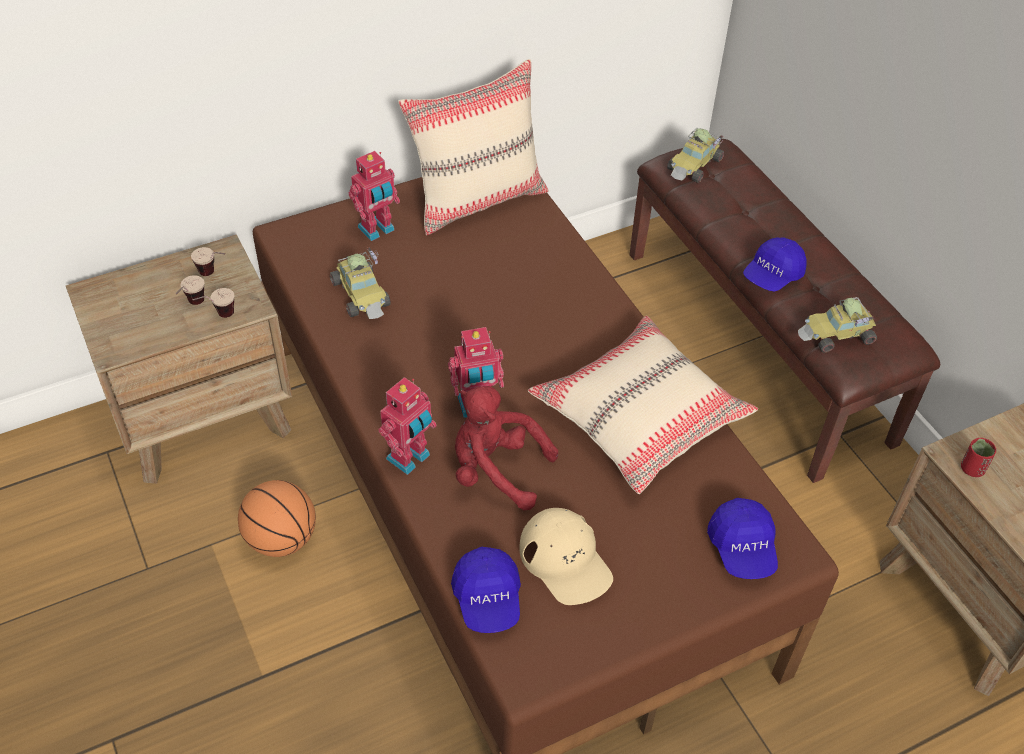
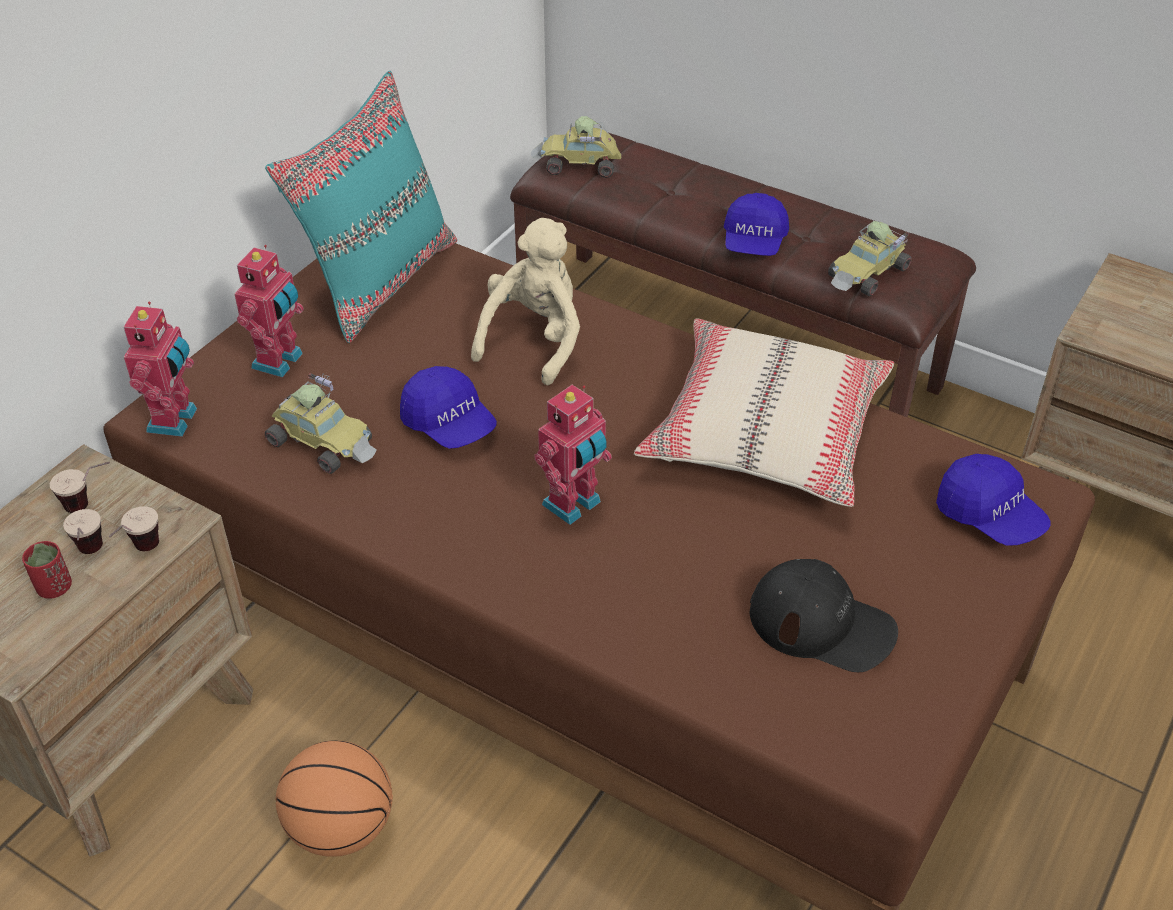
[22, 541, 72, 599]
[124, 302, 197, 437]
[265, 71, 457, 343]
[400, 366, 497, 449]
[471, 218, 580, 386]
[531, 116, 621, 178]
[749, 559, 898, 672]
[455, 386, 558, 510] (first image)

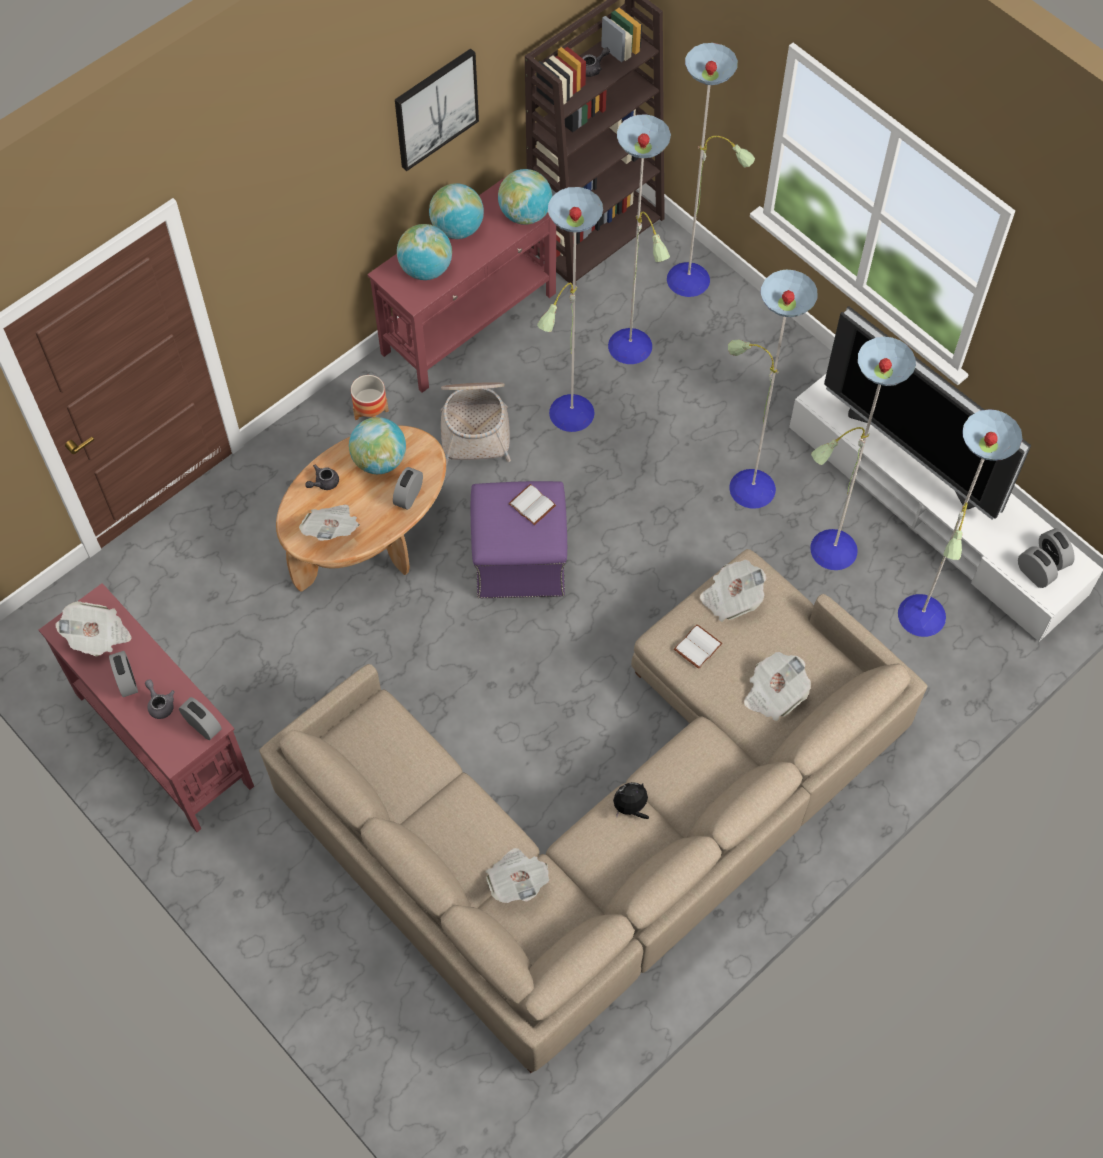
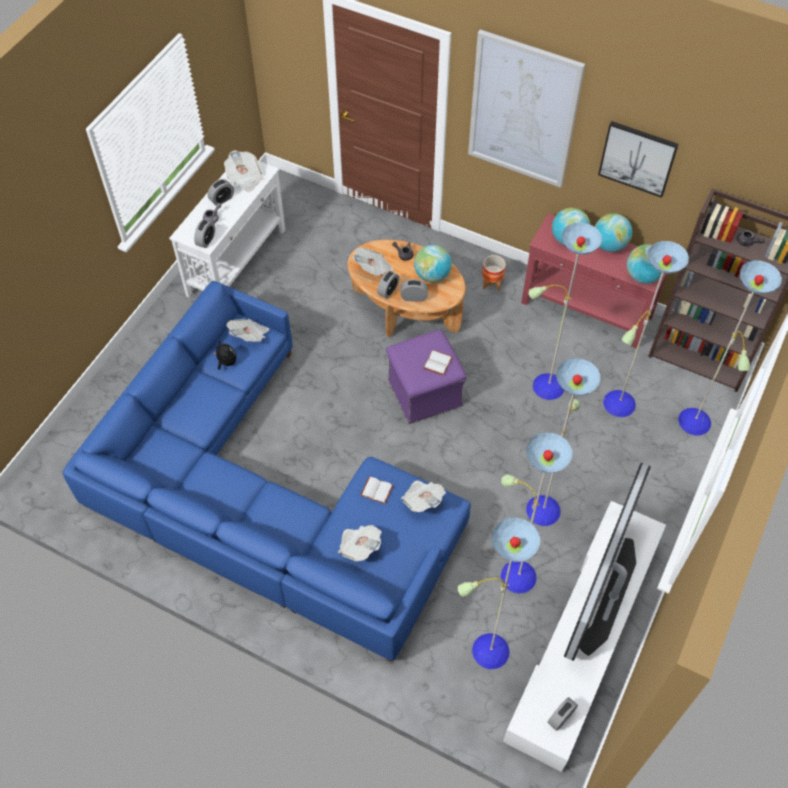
[63, 281, 471, 662]
[169, 160, 285, 297]
[213, 341, 236, 370]
[226, 319, 270, 342]
[377, 271, 399, 299]
[468, 29, 585, 188]
[441, 382, 511, 465] (first image)

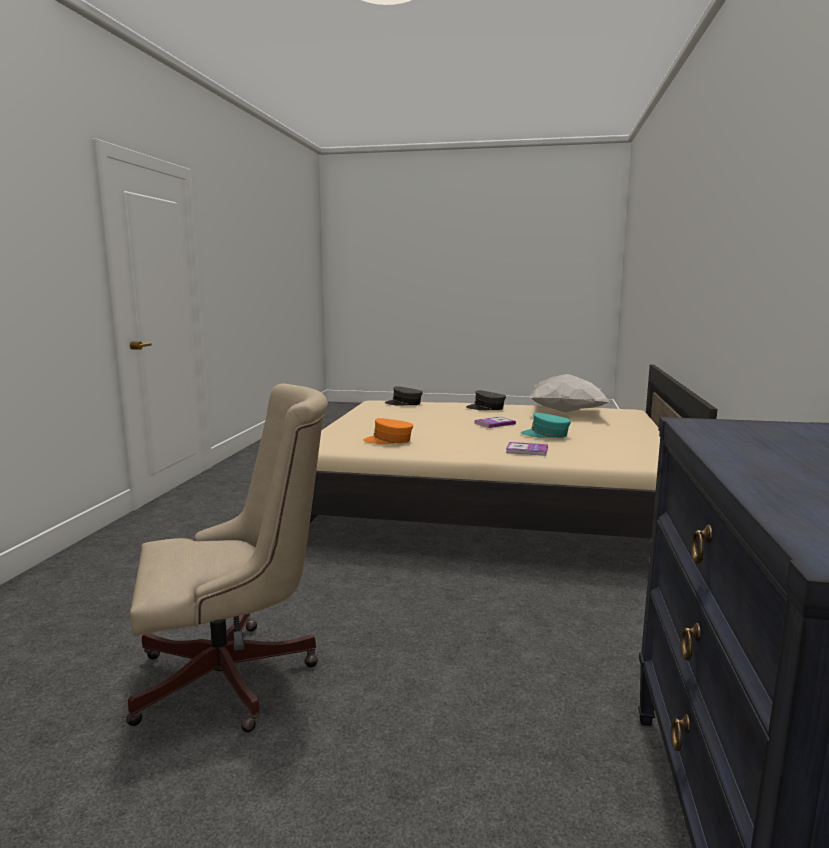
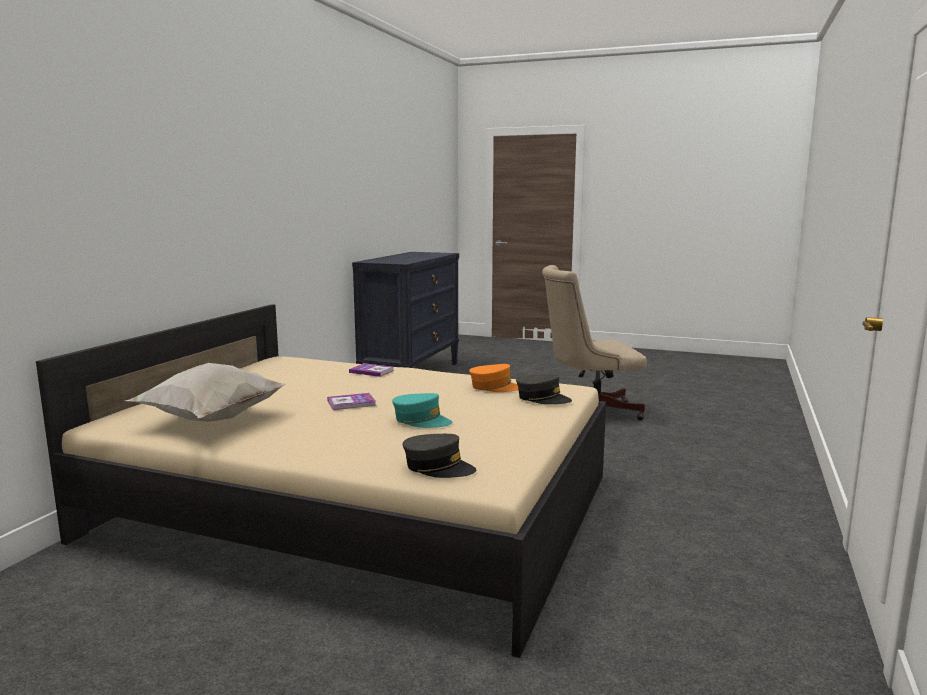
[392, 393, 452, 428]
[516, 374, 572, 404]

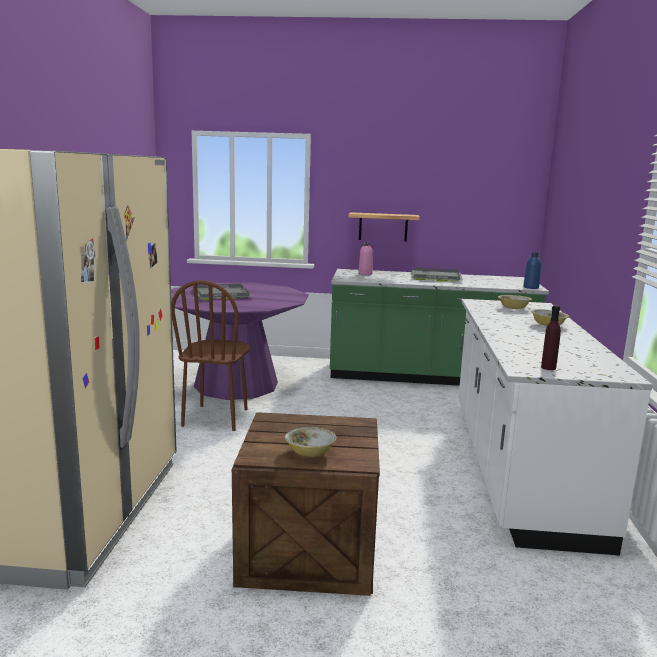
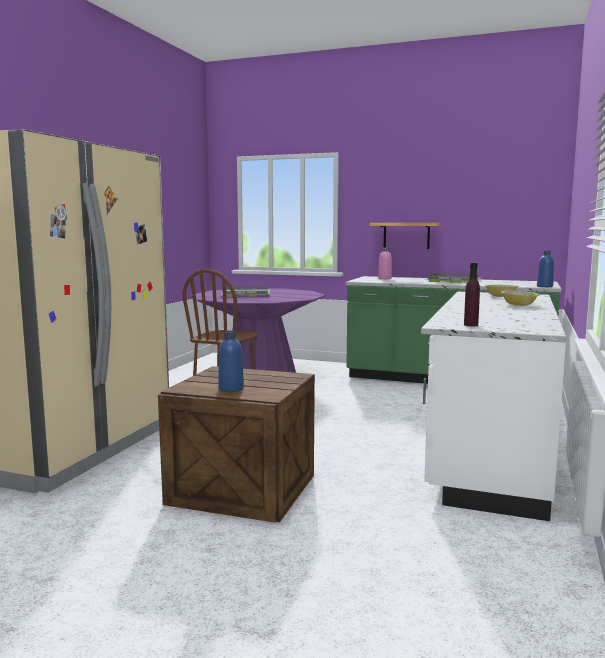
[218, 331, 244, 392]

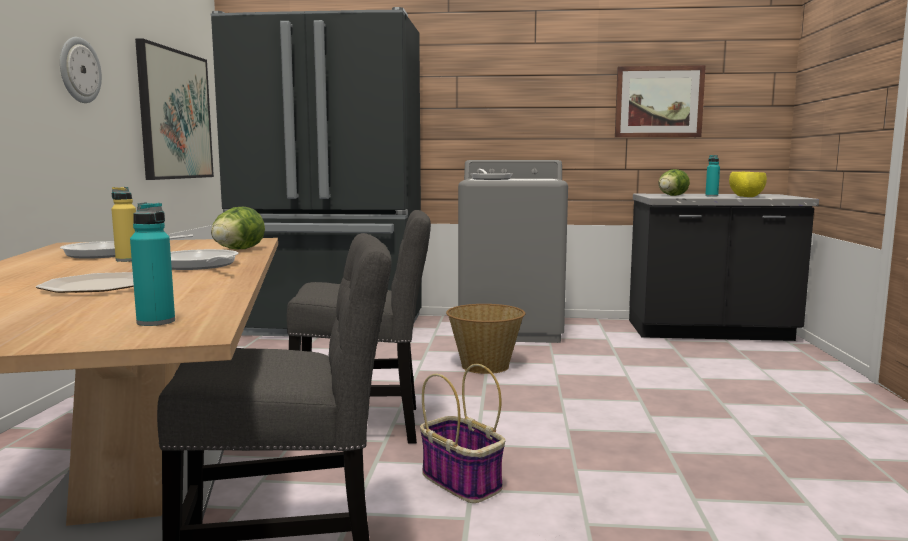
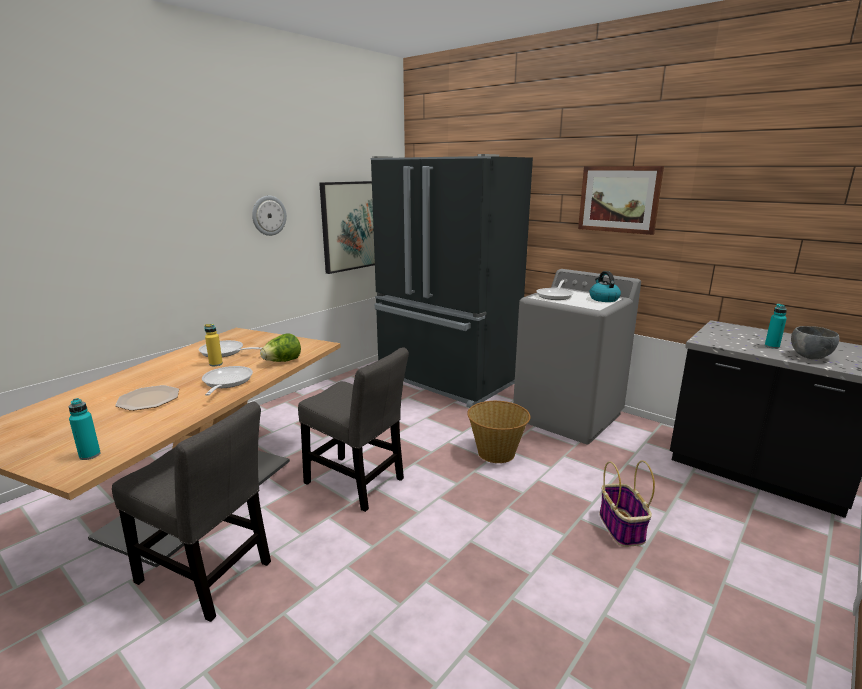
[578, 166, 664, 235]
[589, 271, 621, 302]
[600, 461, 655, 547]
[791, 326, 839, 359]
[658, 169, 690, 196] (first image)

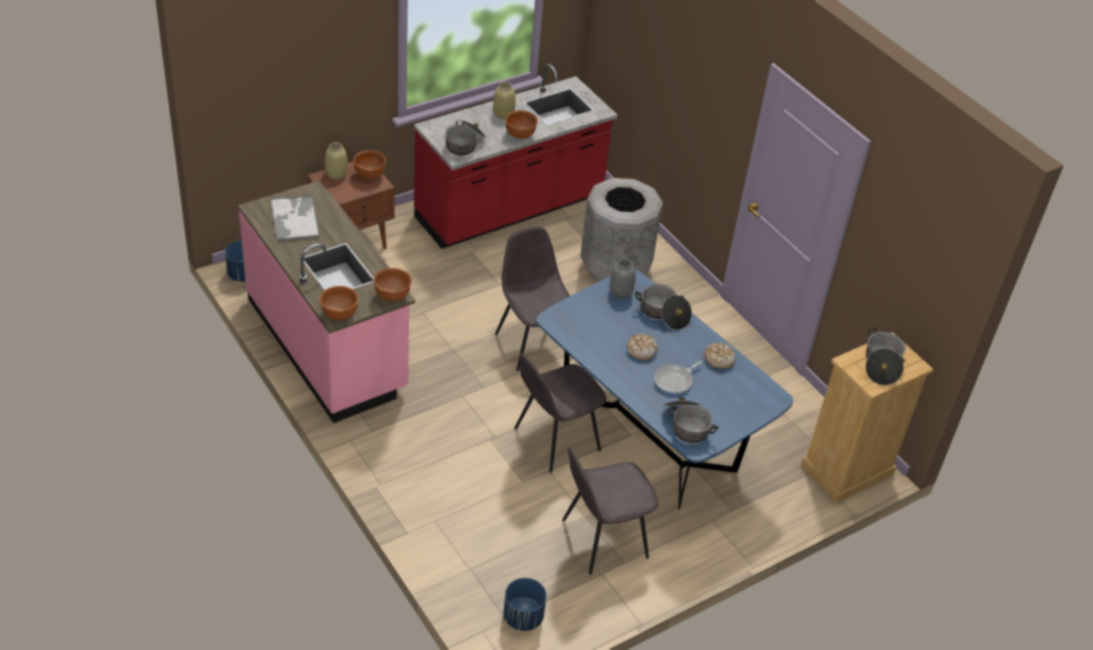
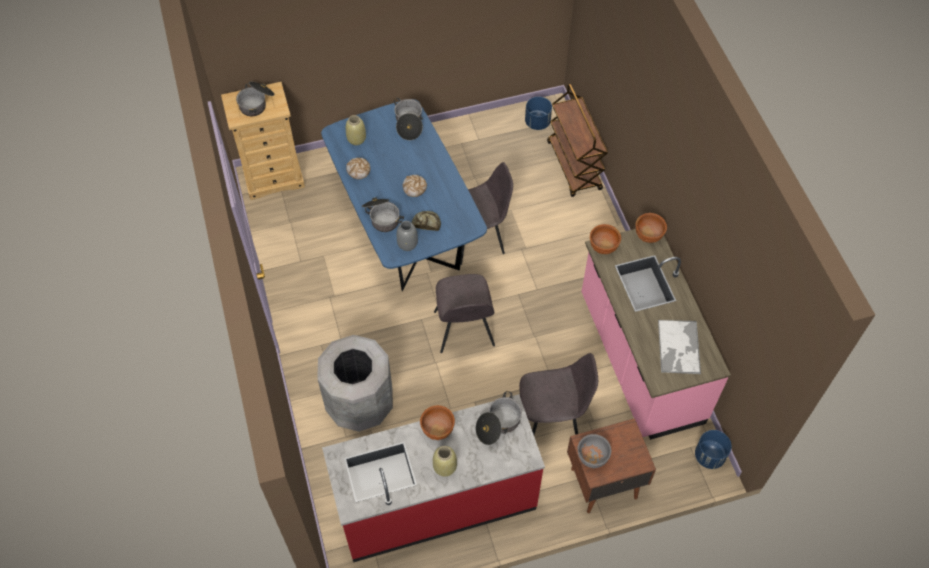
[346, 115, 366, 145]
[412, 211, 441, 231]
[519, 353, 598, 435]
[547, 84, 608, 197]
[578, 434, 611, 468]
[654, 361, 702, 394] (first image)

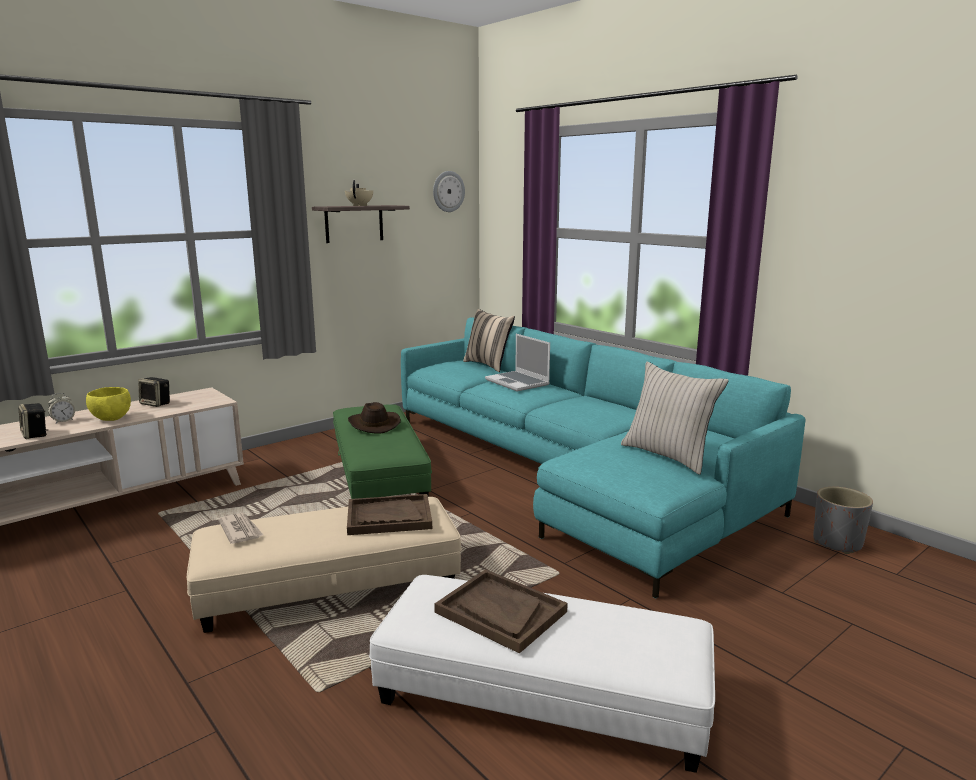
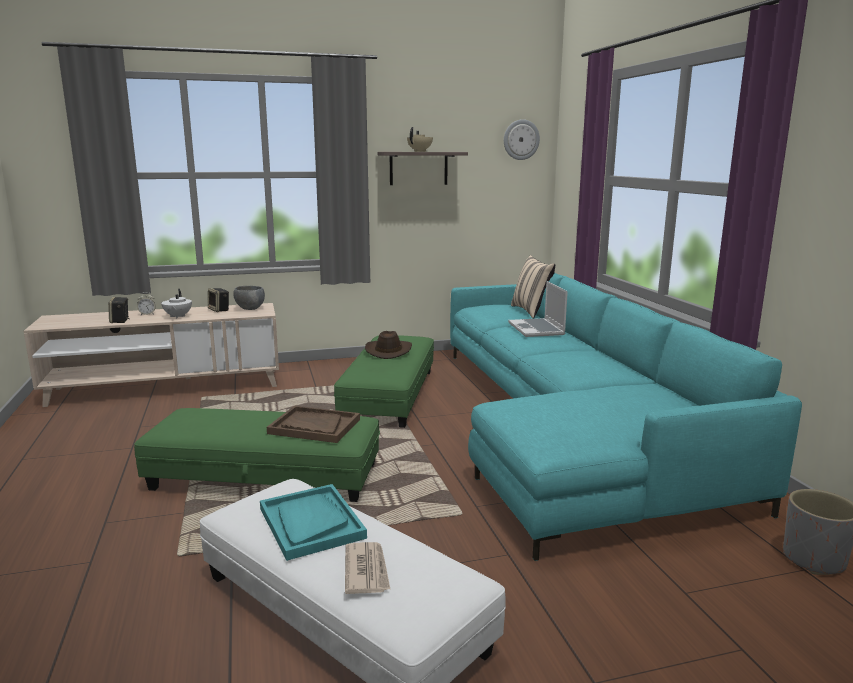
[134, 408, 380, 502]
[161, 289, 192, 319]
[233, 286, 265, 310]
[260, 484, 367, 561]
[345, 542, 390, 594]
[621, 362, 729, 474] (first image)

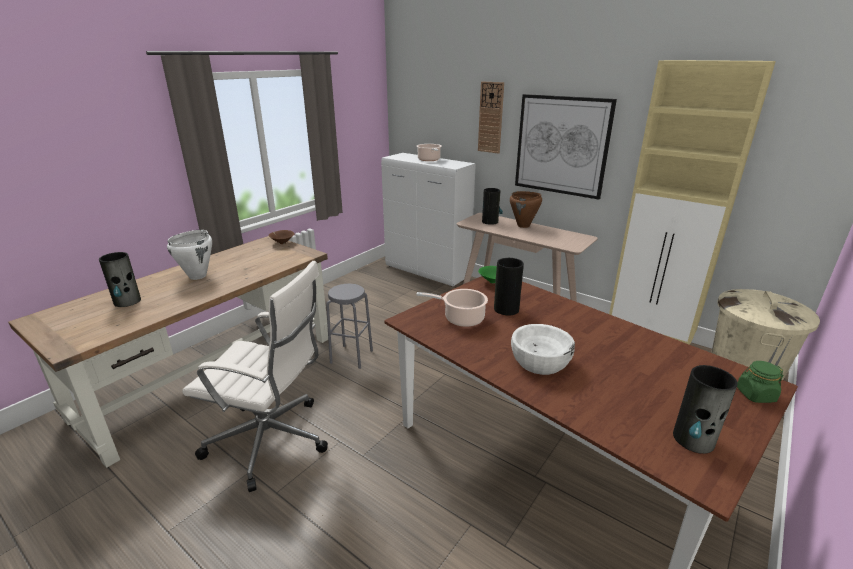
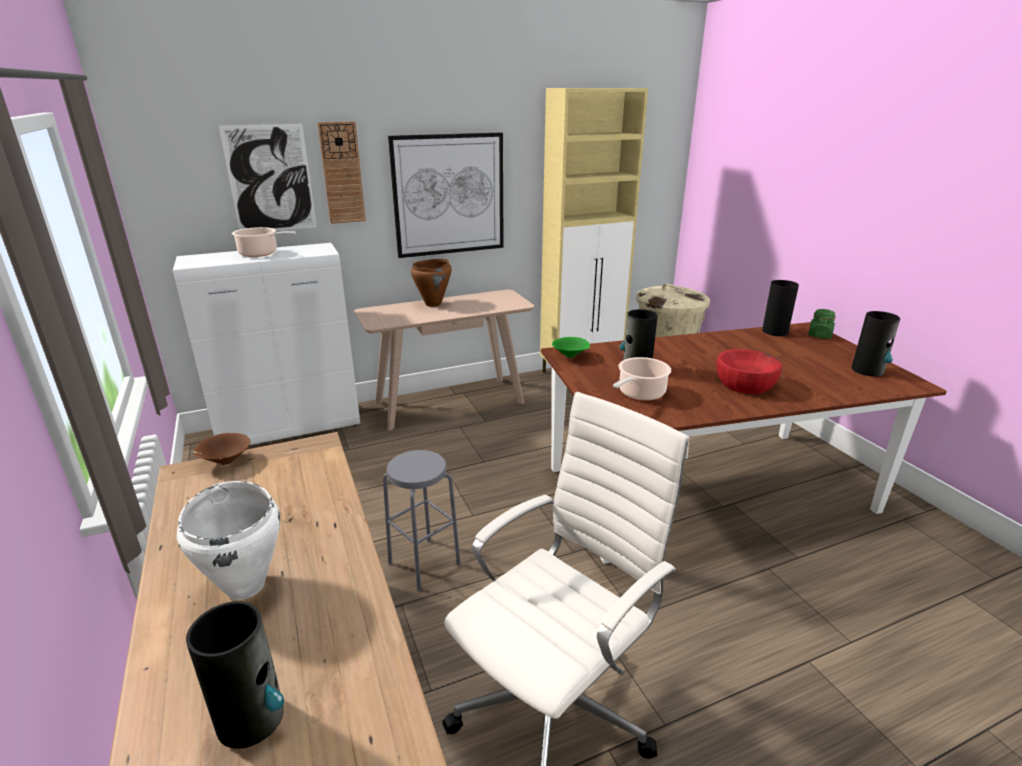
[219, 124, 317, 230]
[716, 349, 782, 394]
[762, 280, 799, 336]

